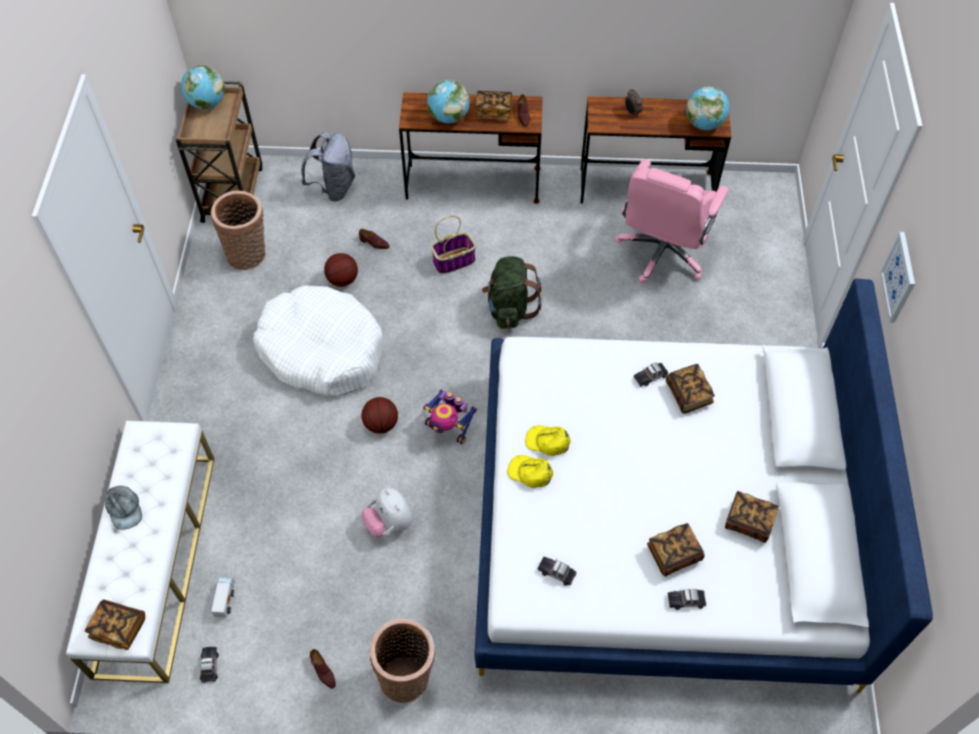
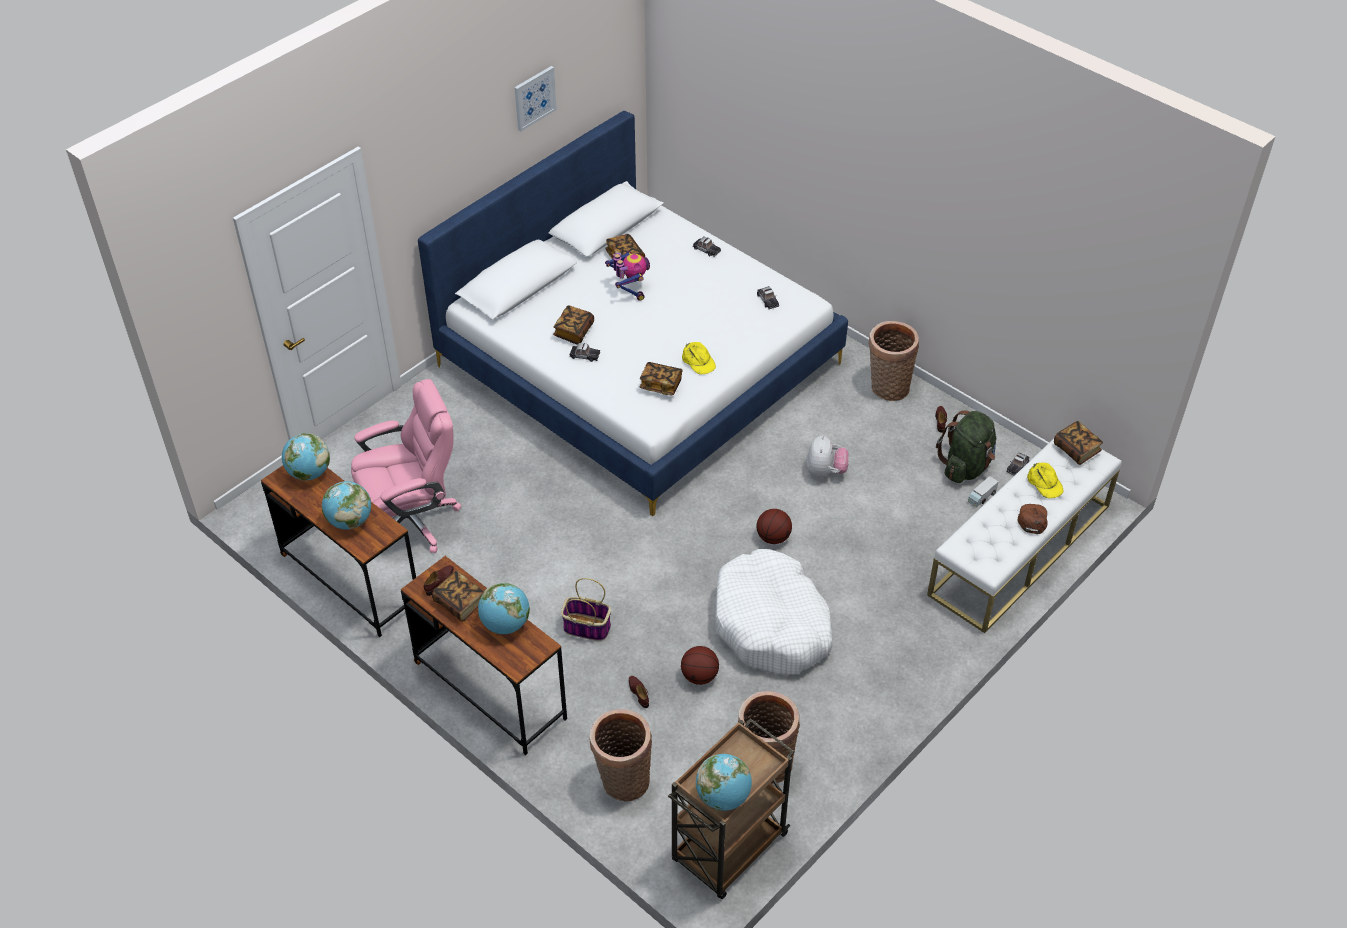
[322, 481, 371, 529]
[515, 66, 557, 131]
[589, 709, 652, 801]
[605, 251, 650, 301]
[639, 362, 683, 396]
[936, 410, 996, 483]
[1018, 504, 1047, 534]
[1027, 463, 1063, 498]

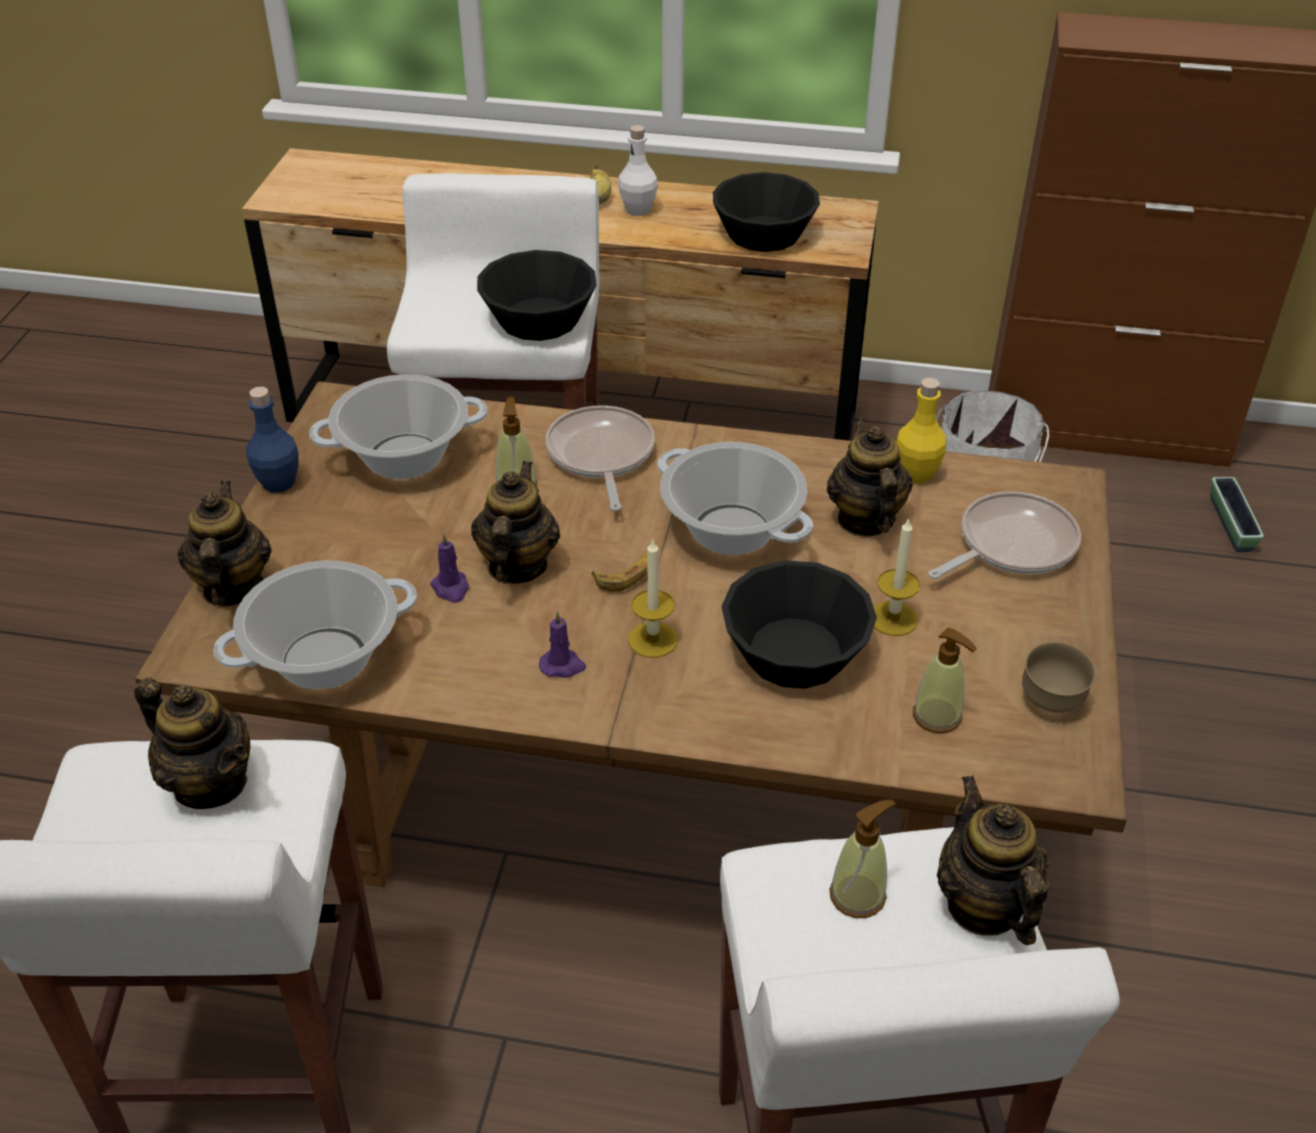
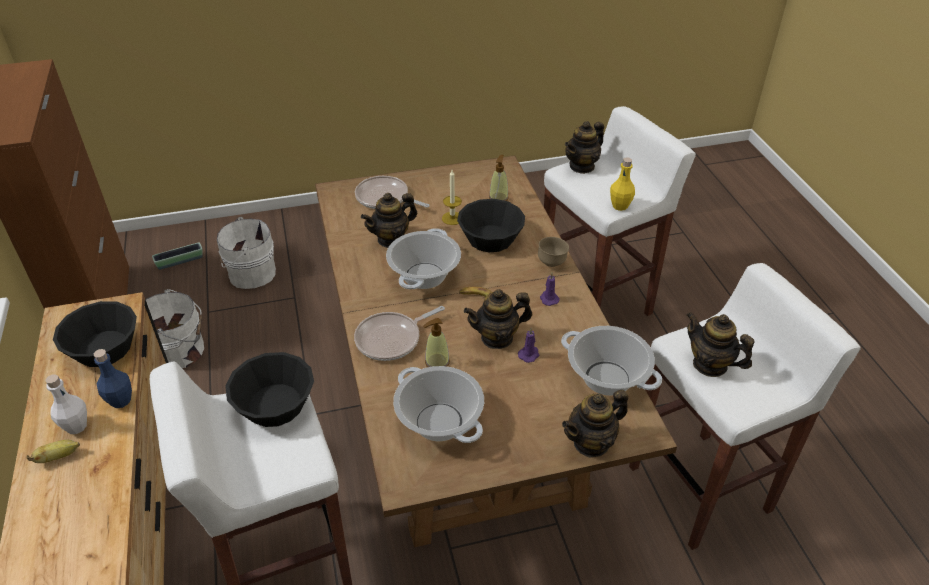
[94, 349, 132, 408]
[217, 217, 276, 289]
[538, 237, 569, 267]
[610, 157, 635, 211]
[686, 312, 755, 377]
[628, 539, 678, 658] (first image)
[829, 800, 896, 918] (first image)

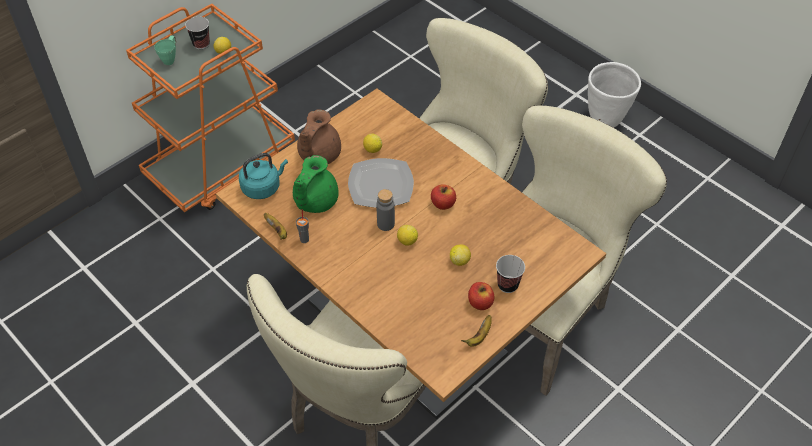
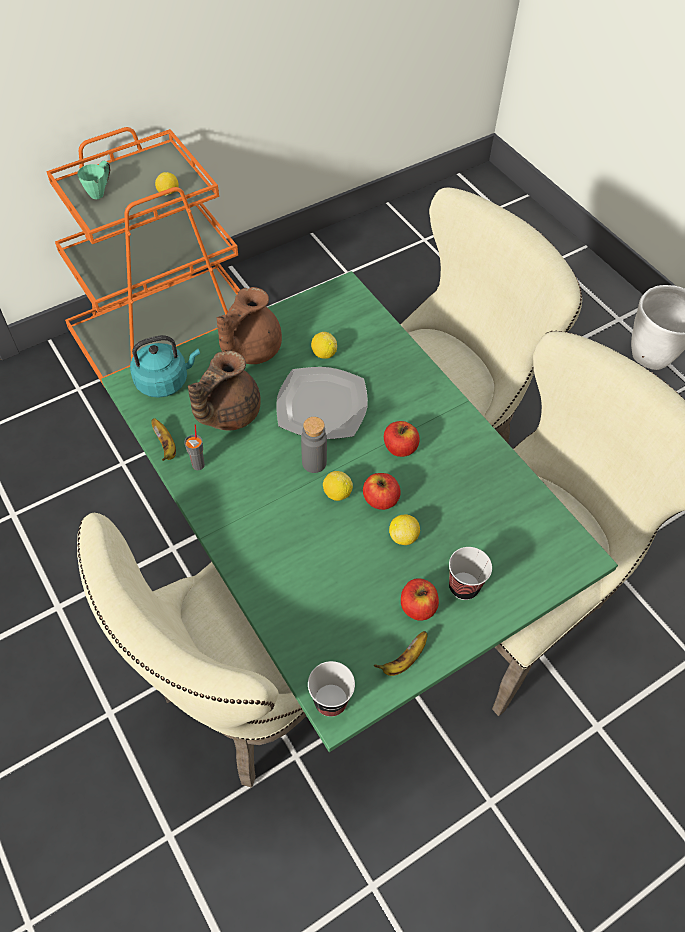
[101, 271, 618, 752]
[188, 351, 261, 430]
[308, 661, 355, 717]
[363, 473, 401, 510]

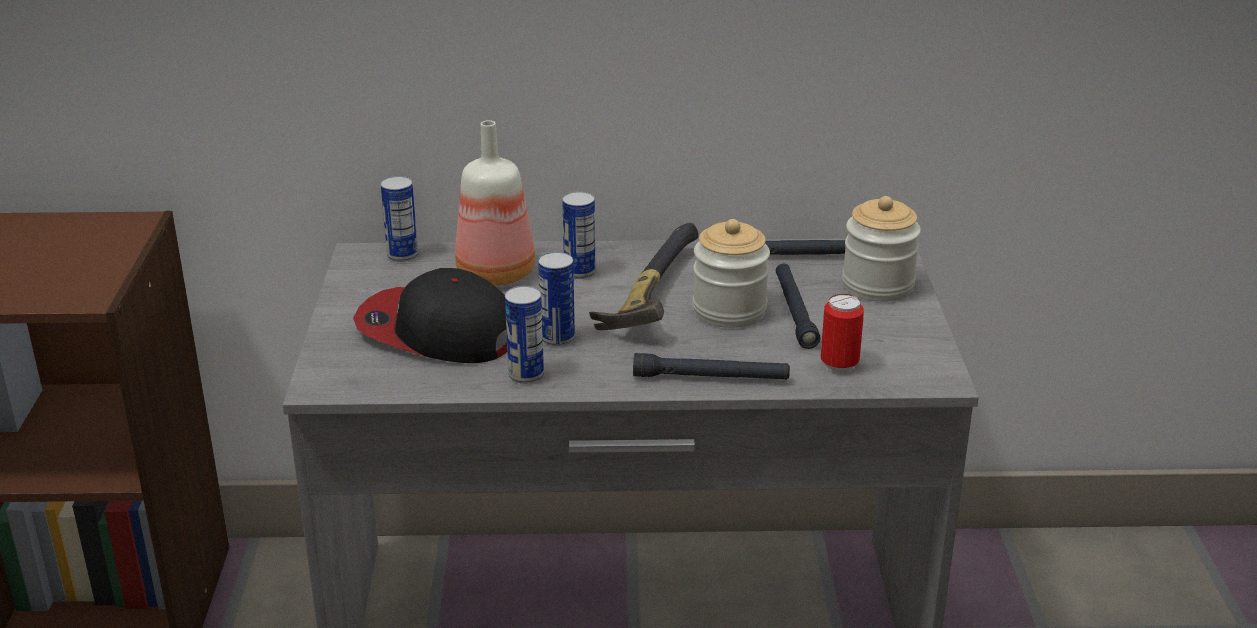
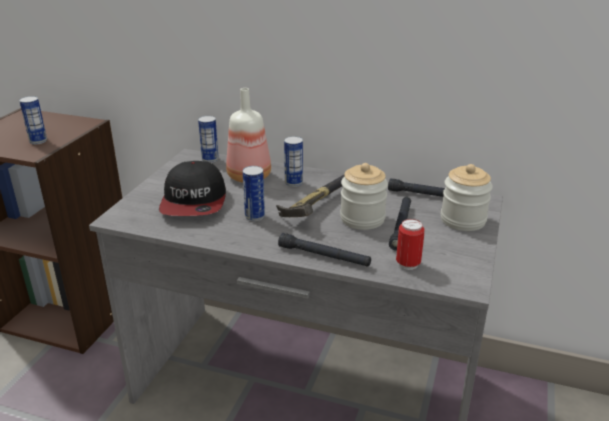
[19, 96, 47, 144]
[159, 161, 226, 216]

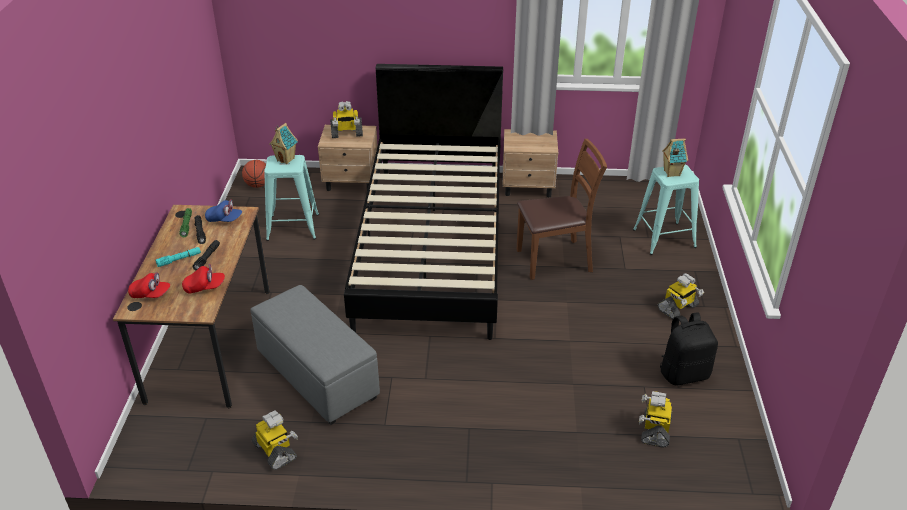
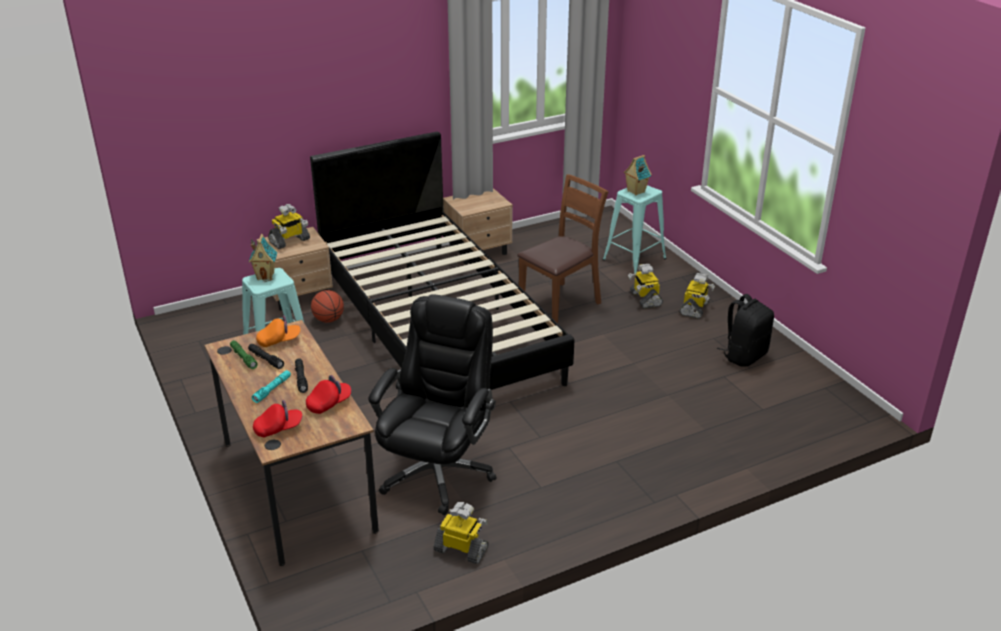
[256, 315, 300, 347]
[311, 290, 344, 323]
[368, 294, 497, 515]
[628, 264, 663, 309]

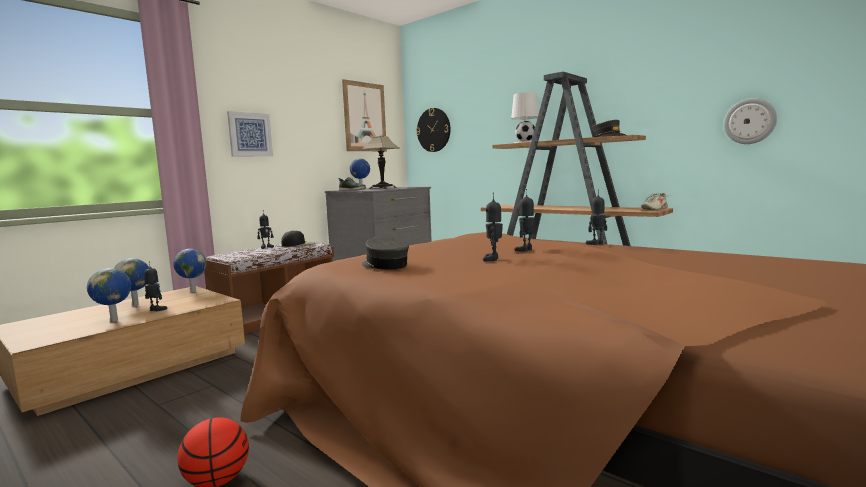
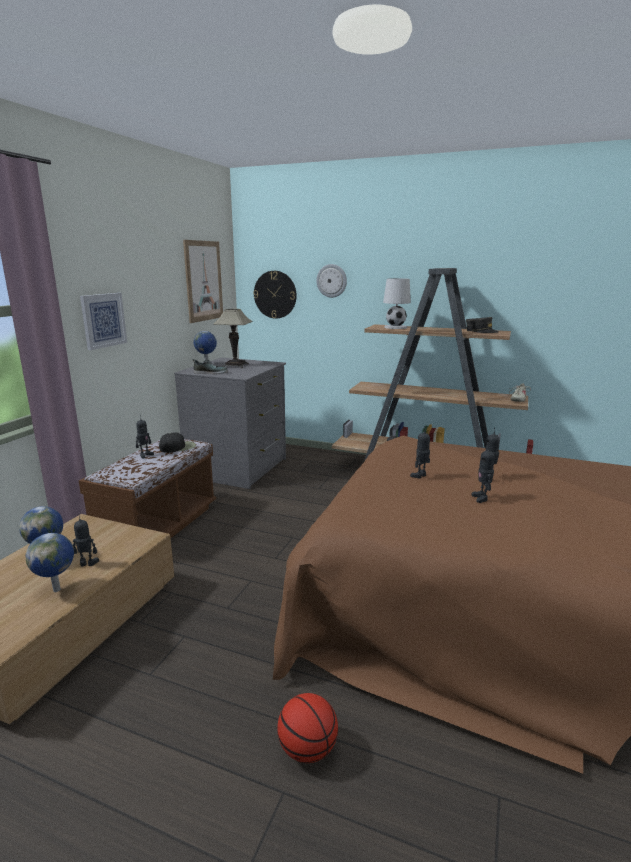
[316, 264, 347, 298]
[410, 426, 430, 479]
[174, 249, 207, 292] (first image)
[362, 237, 409, 270] (first image)

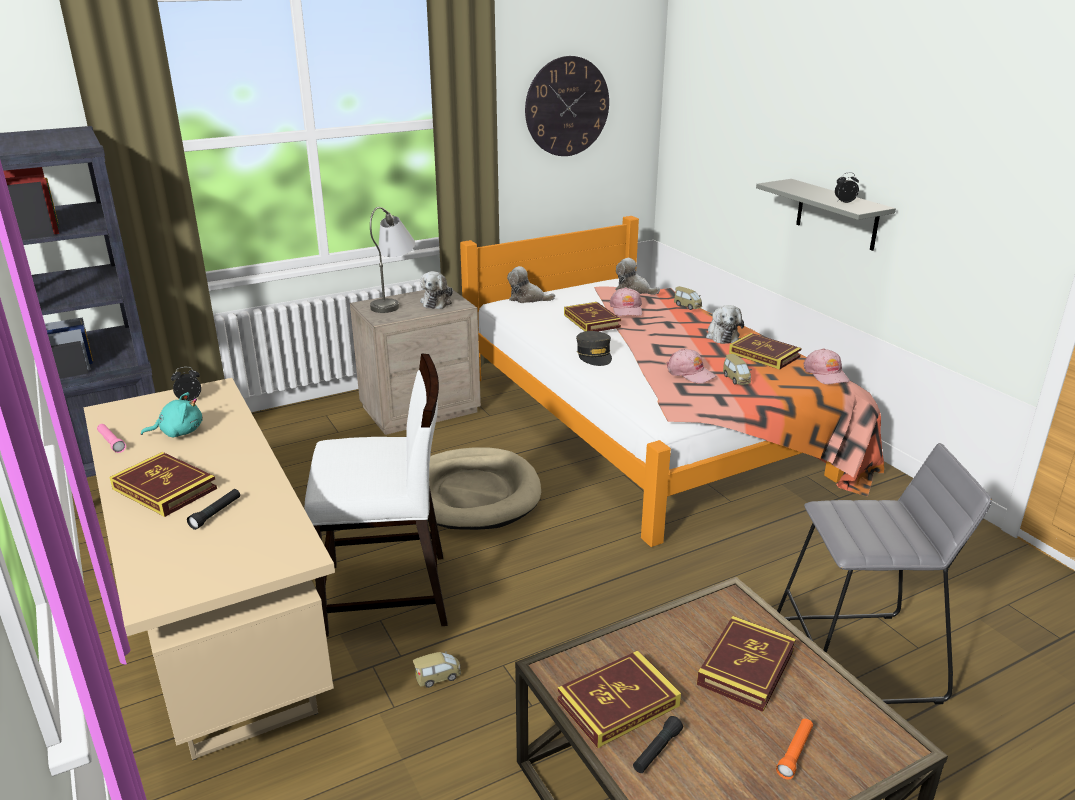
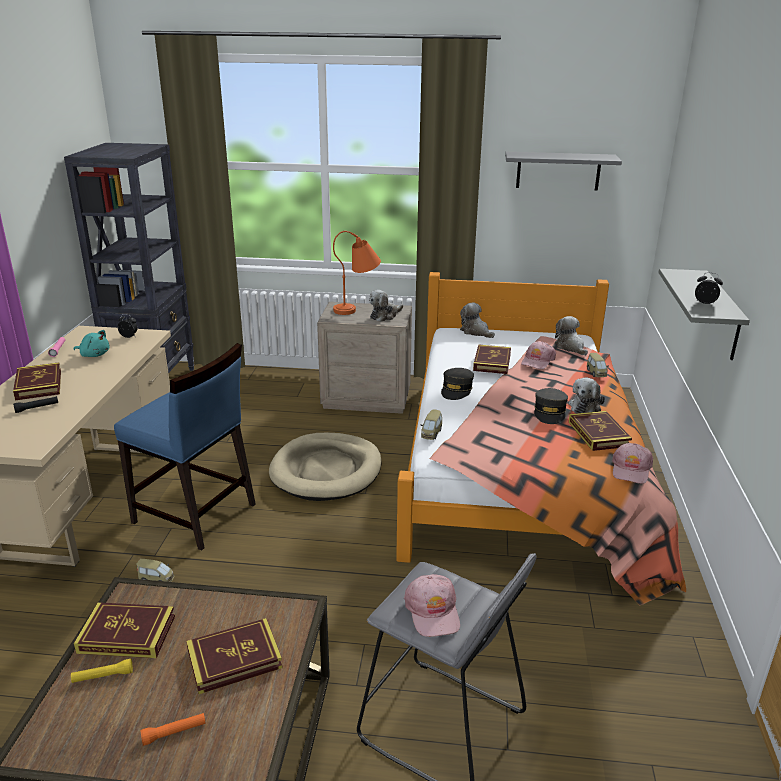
[71, 659, 133, 683]
[114, 343, 256, 551]
[333, 231, 381, 315]
[404, 574, 460, 637]
[420, 409, 442, 440]
[505, 152, 622, 191]
[534, 388, 568, 424]

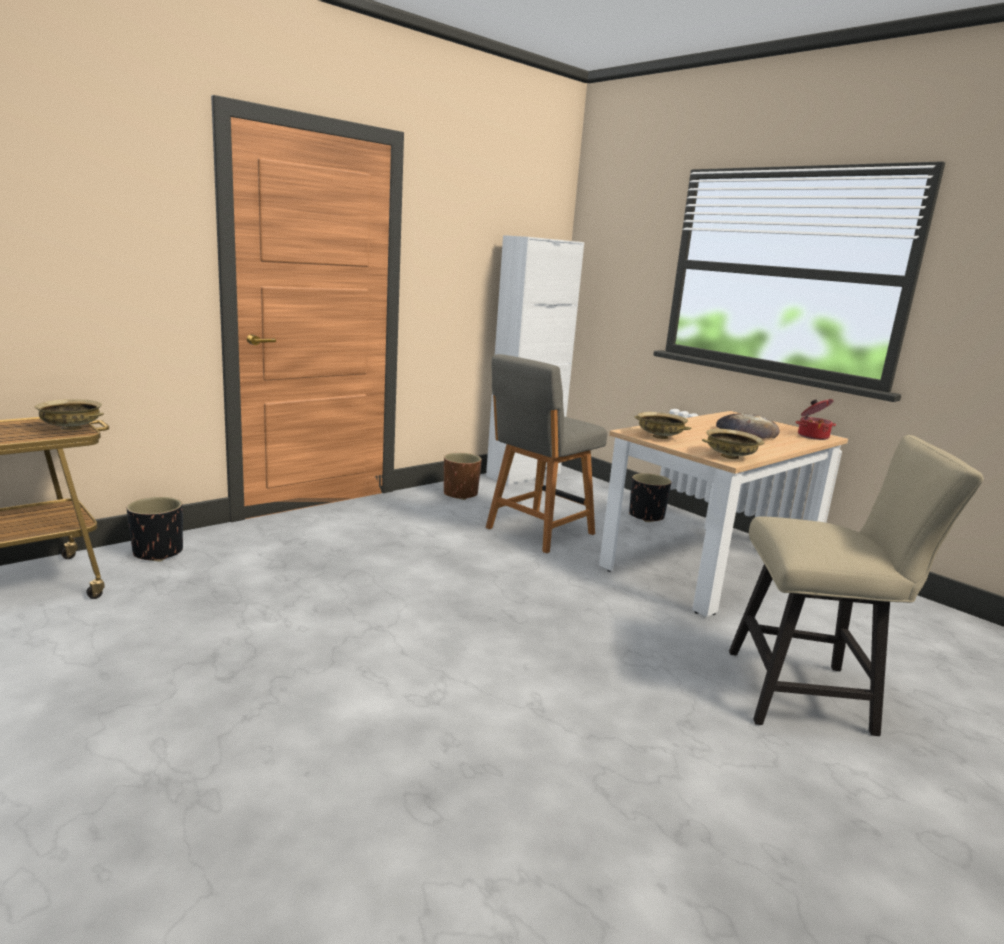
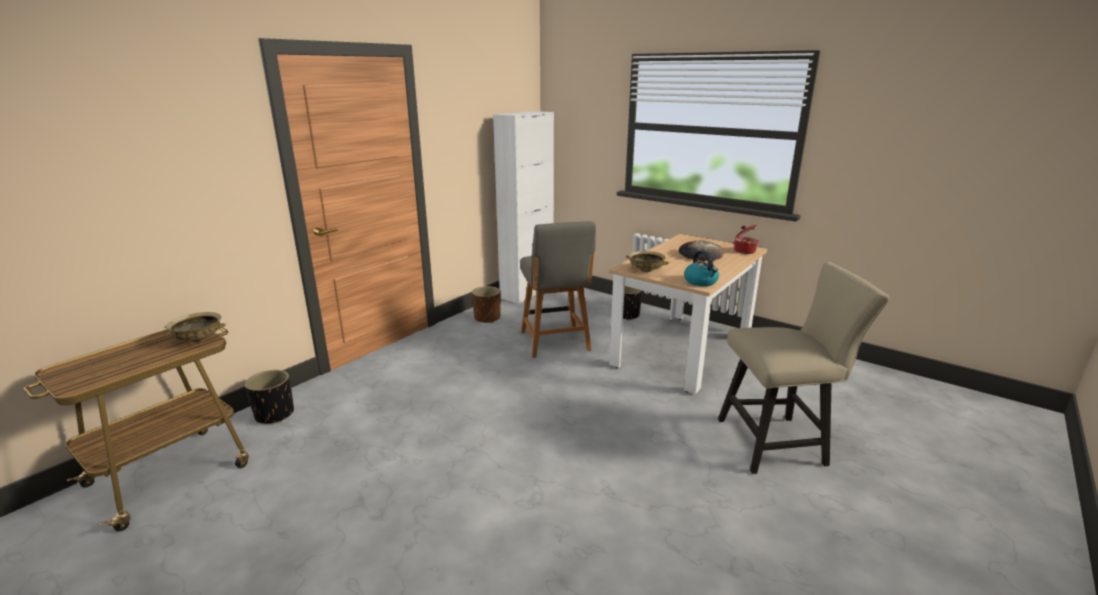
[520, 221, 596, 358]
[684, 251, 719, 286]

